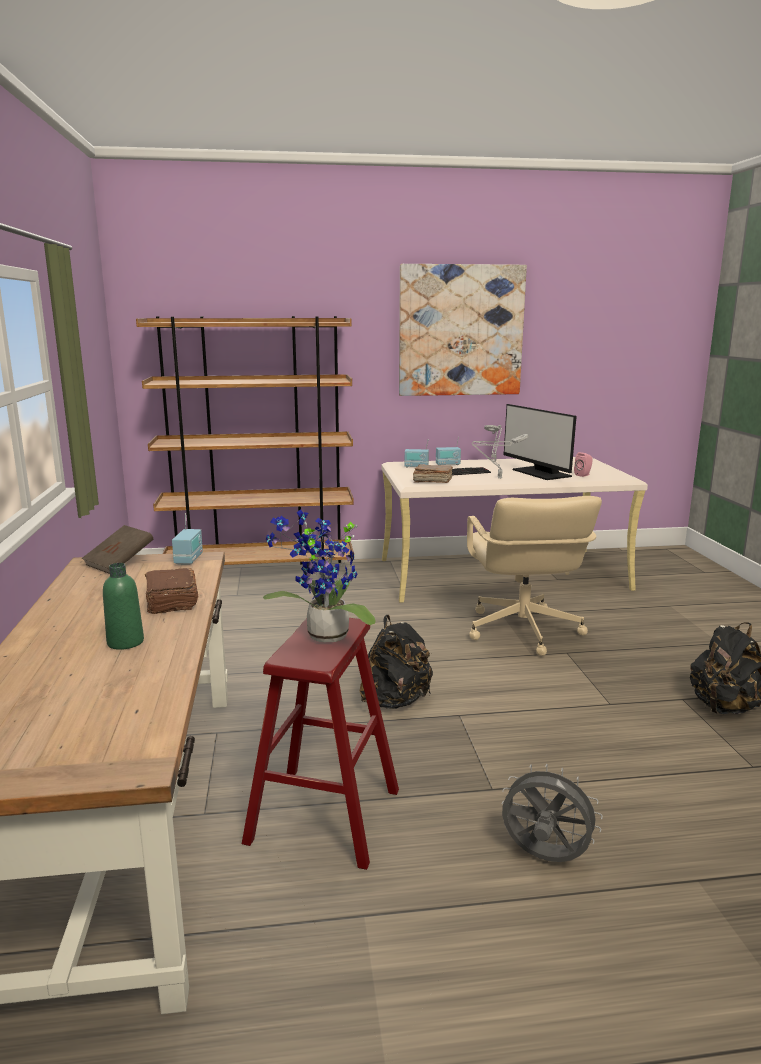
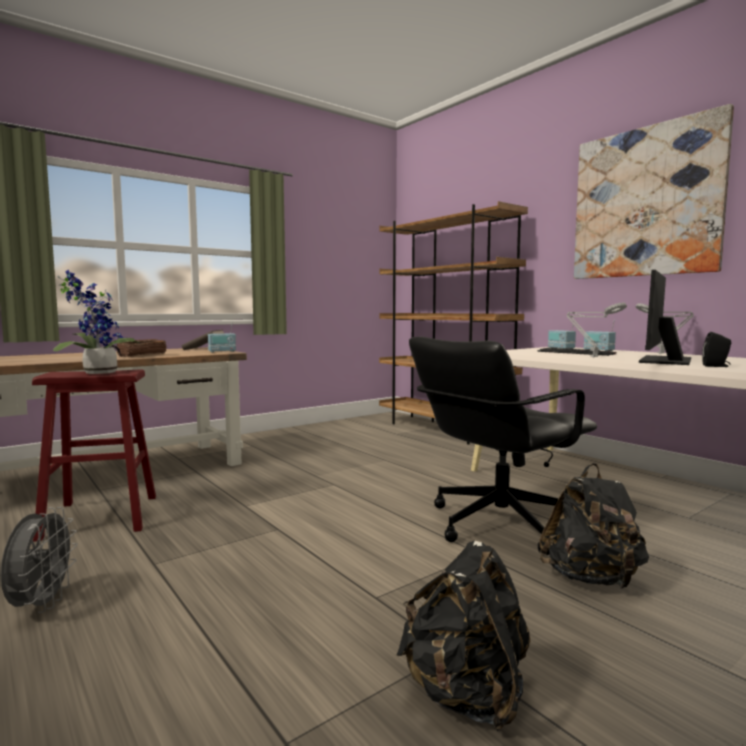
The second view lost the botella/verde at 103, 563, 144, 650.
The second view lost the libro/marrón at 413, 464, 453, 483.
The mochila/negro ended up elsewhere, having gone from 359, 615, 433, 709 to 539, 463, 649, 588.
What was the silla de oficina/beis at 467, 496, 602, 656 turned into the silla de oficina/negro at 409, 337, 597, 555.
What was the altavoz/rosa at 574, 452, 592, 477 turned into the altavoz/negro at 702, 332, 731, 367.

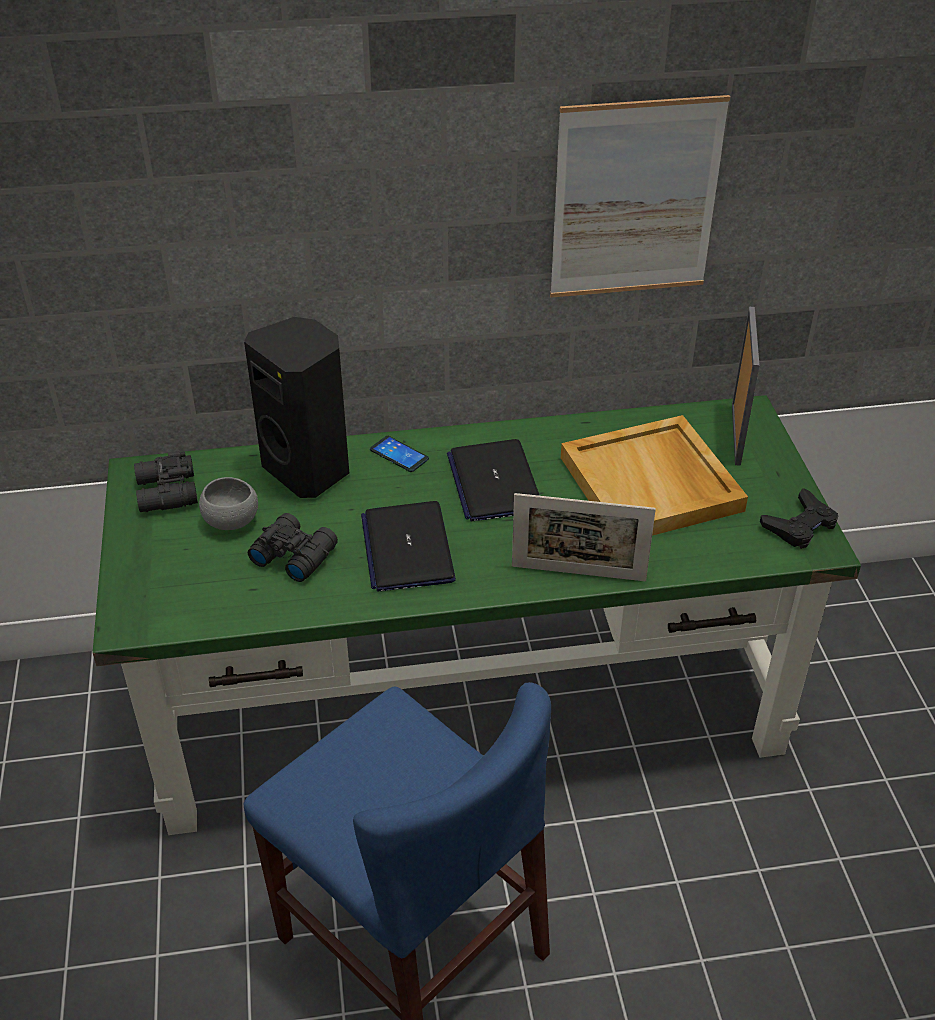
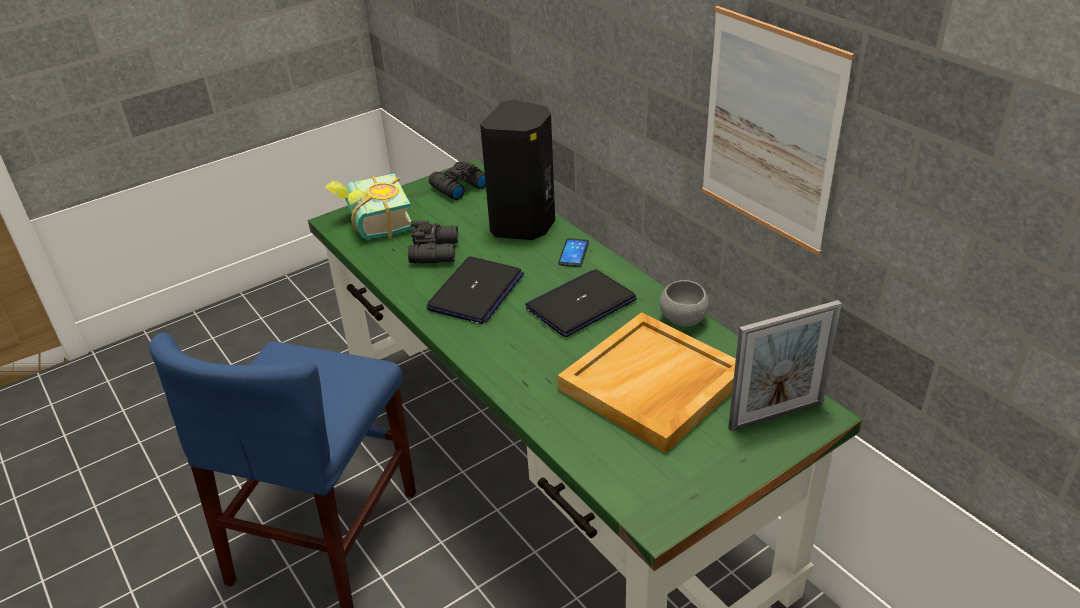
The second view lost the portarretratos at 512, 493, 656, 581.
The second view lost the mando de consola/negro at 760, 488, 839, 549.
The second view gained the libro at 325, 174, 414, 240.
The cuenco/gris ended up elsewhere, having gone from 199, 477, 258, 530 to 659, 280, 709, 326.
The portátil at 361, 501, 456, 591 ended up facing another way, 150 degrees clockwise from before.

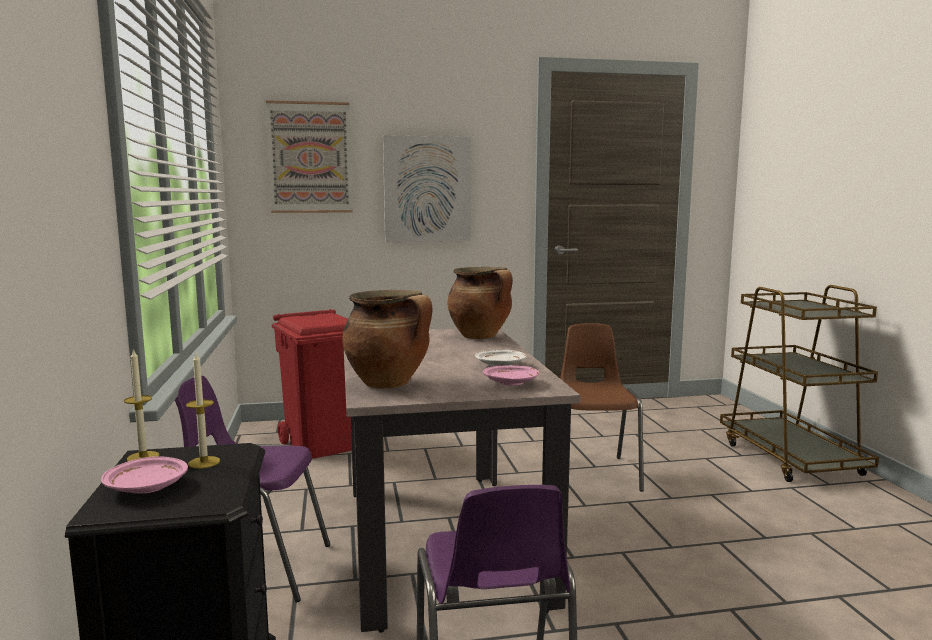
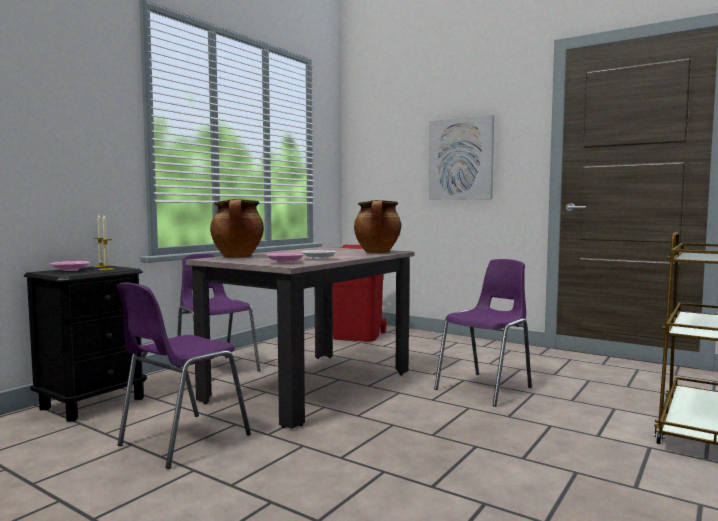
The second view lost the cuadro at 266, 100, 353, 213.
What was the silla/marrón at 560, 323, 644, 492 turned into the silla/morado at 434, 259, 532, 407.

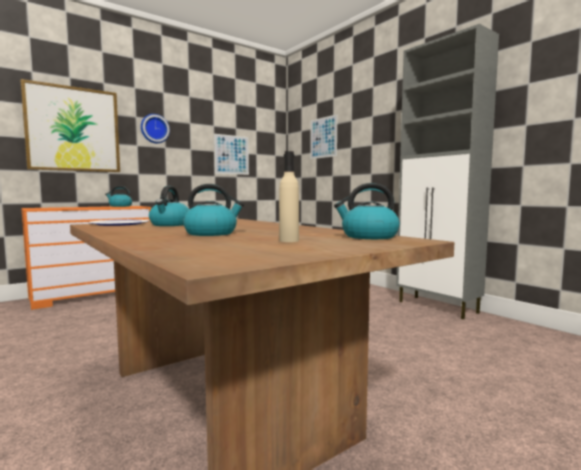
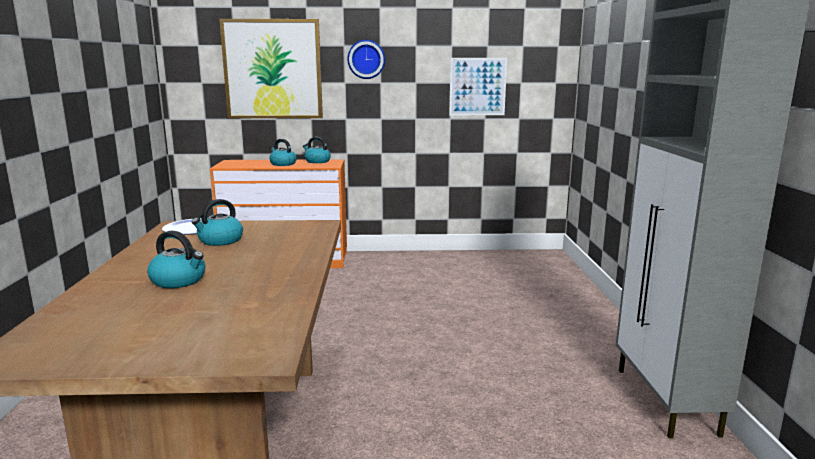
The second view lost the botella/beis at 279, 151, 299, 242.
The second view lost the cuadro at 310, 114, 338, 159.
The hervidor ended up elsewhere, having gone from 334, 183, 400, 239 to 269, 139, 297, 166.

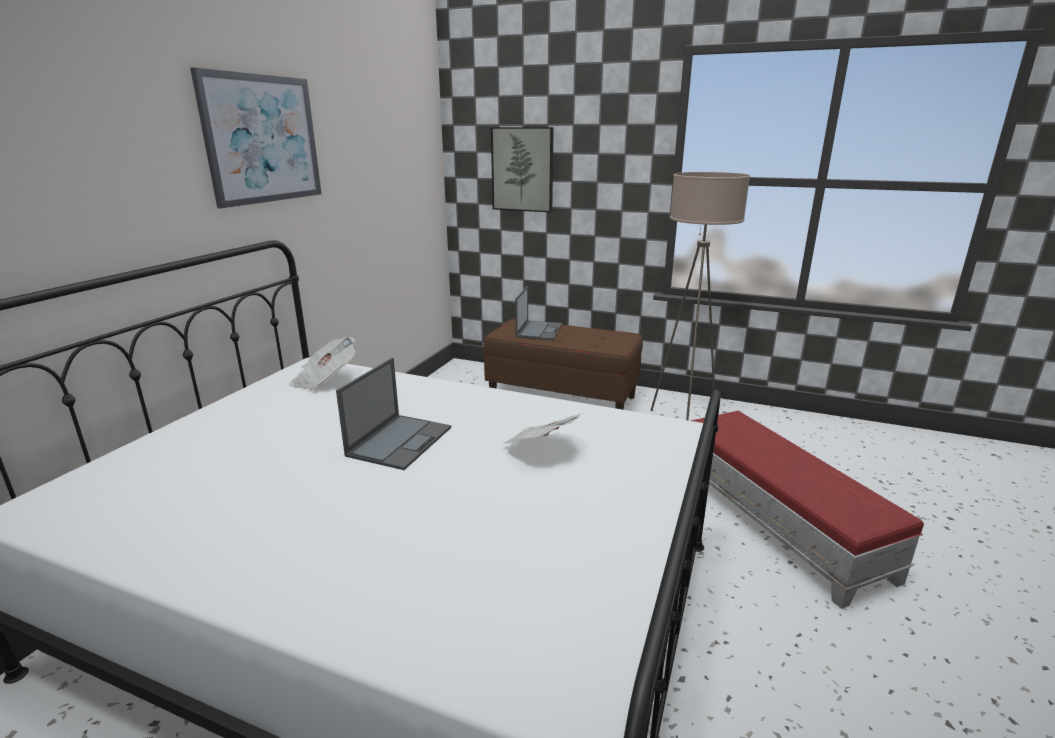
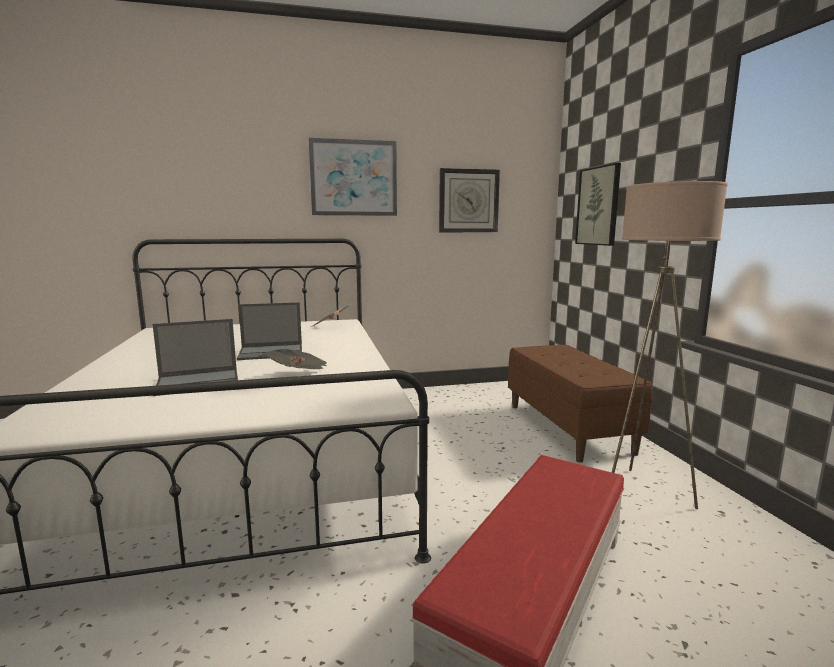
The second view gained the reloj de pared at 439, 168, 500, 232.
The portátil ended up elsewhere, having gone from 515, 286, 562, 340 to 153, 319, 238, 396.

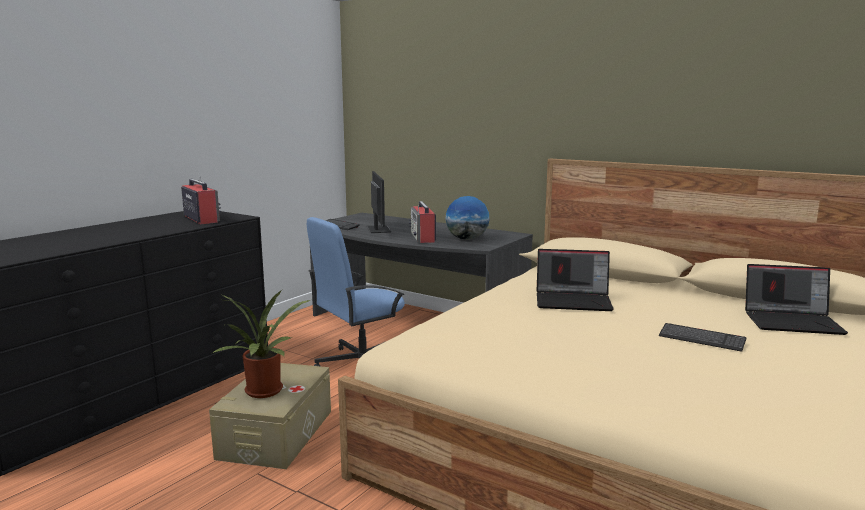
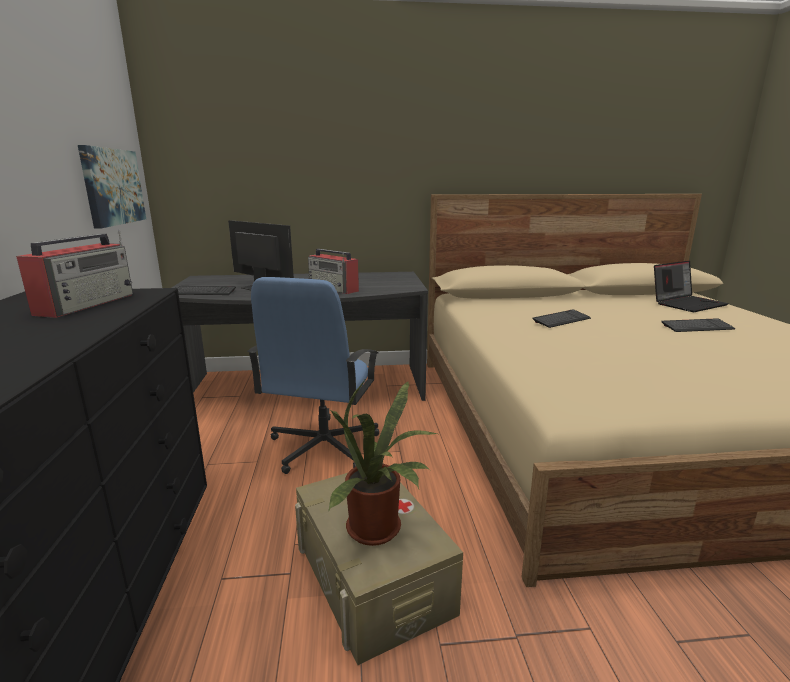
The second view lost the globo terráqueo at 445, 196, 489, 240.
The second view gained the cuadro at 78, 145, 146, 229.
Where the portátil stood at 537, 249, 614, 311, the teclado came to stand at 532, 309, 591, 328.
The radio at 181, 176, 221, 224 ended up facing another way, 90 degrees clockwise from before.

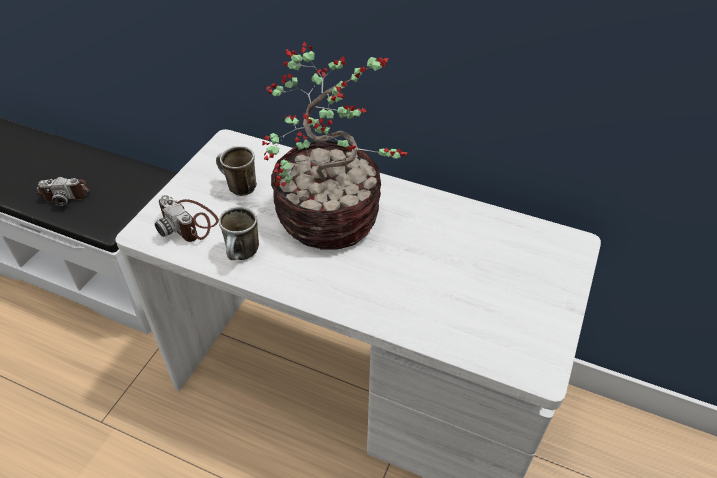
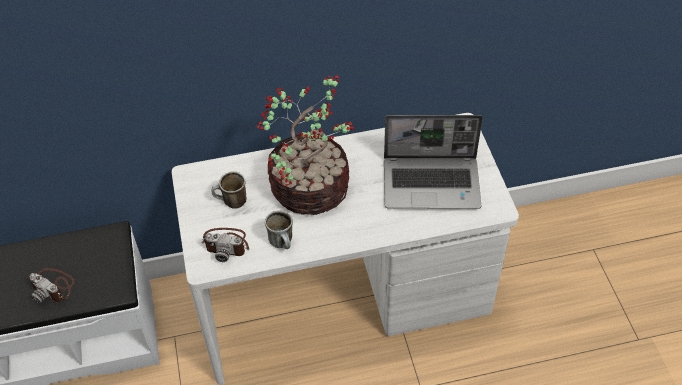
The second view gained the portátil at 384, 115, 483, 209.
The cámara at 37, 177, 90, 206 ended up facing another way, 75 degrees clockwise from before.

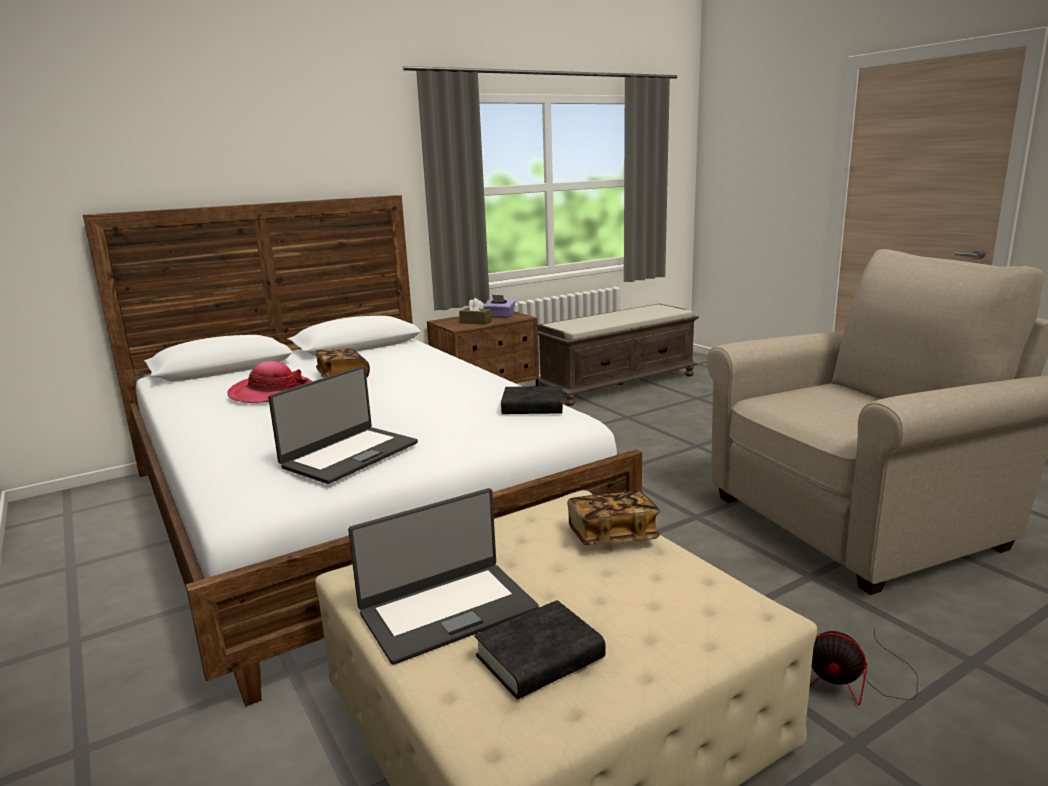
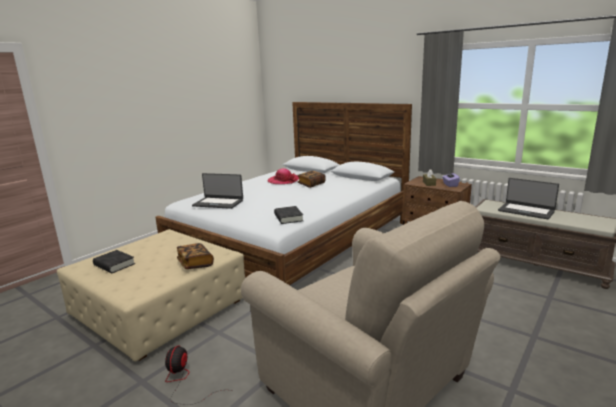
The portátil ended up elsewhere, having gone from 348, 488, 539, 665 to 498, 178, 559, 219.

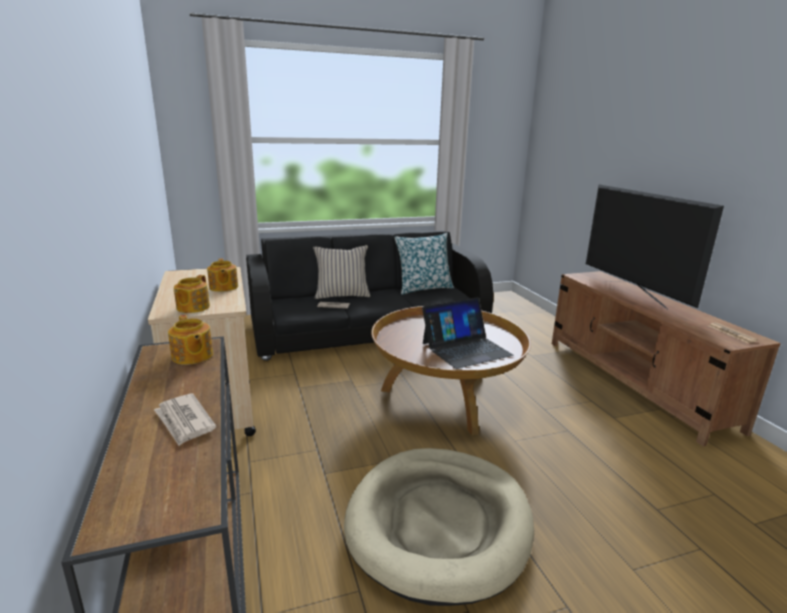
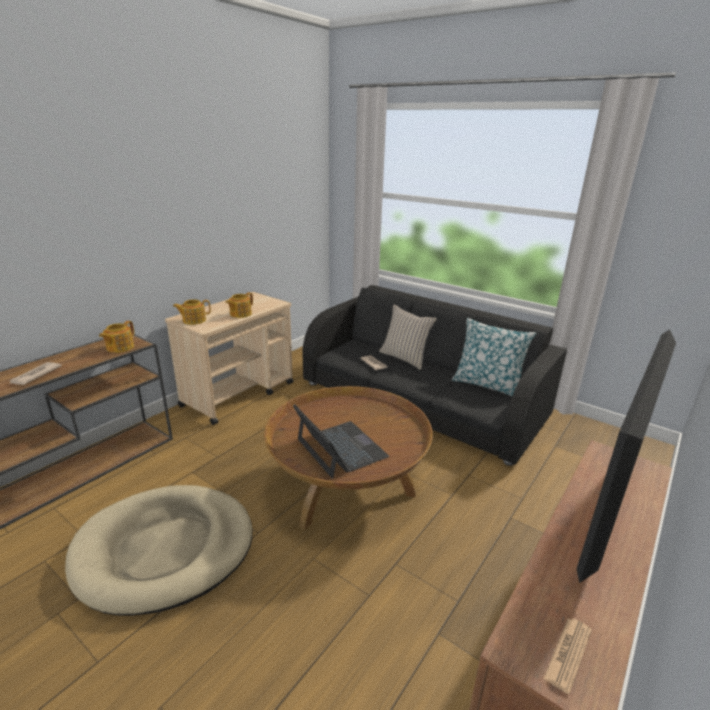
The portátil at 422, 297, 513, 369 ended up facing another way, 150 degrees counterclockwise from before.

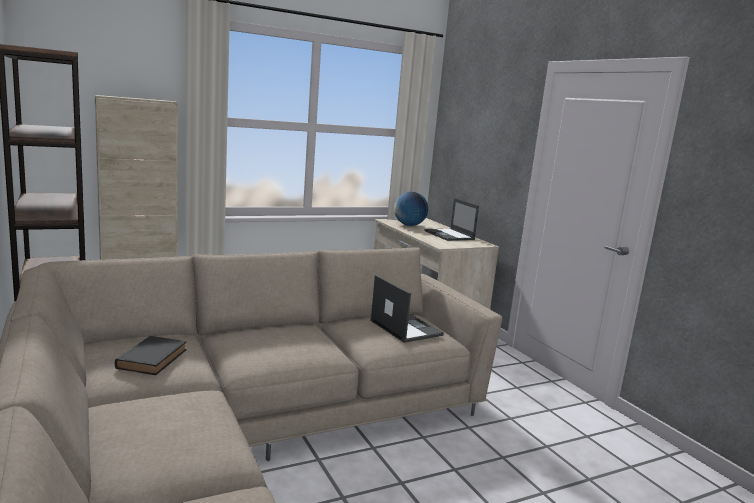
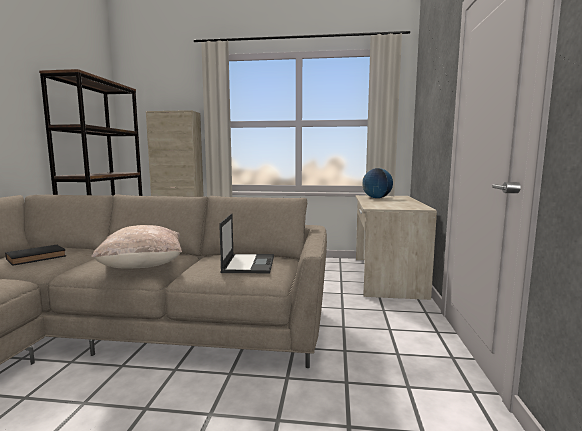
The second view lost the portátil at 425, 198, 479, 241.
The second view gained the cojín/beis at 91, 225, 182, 269.

